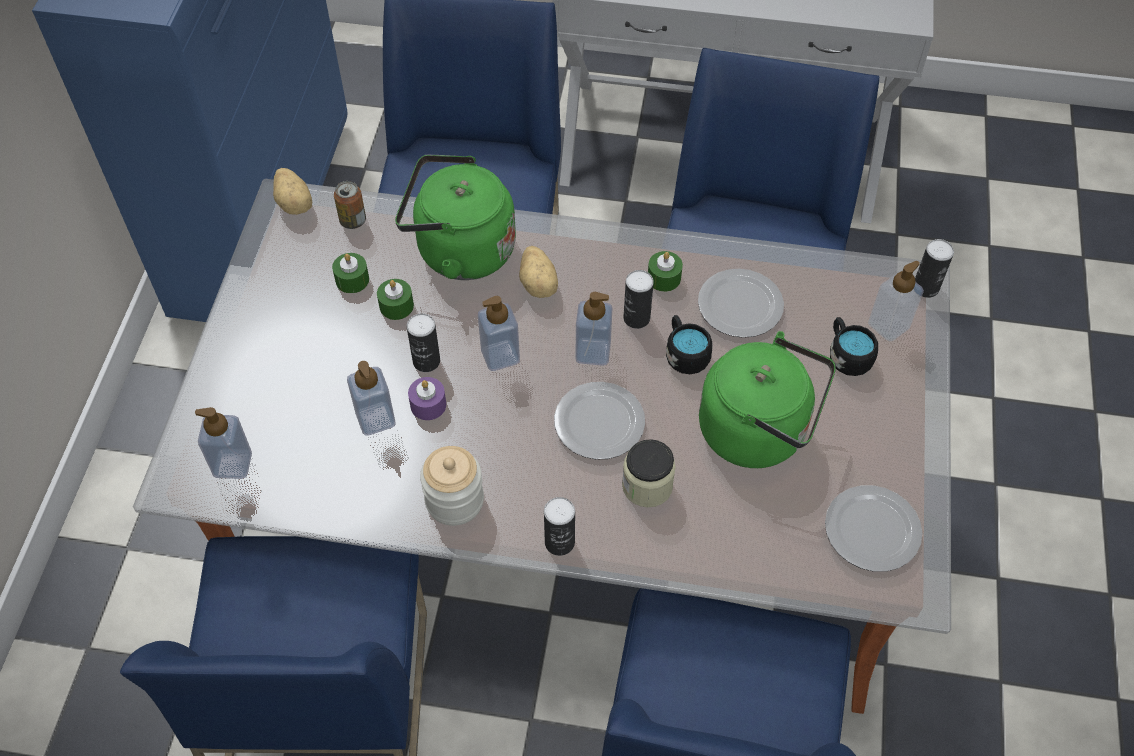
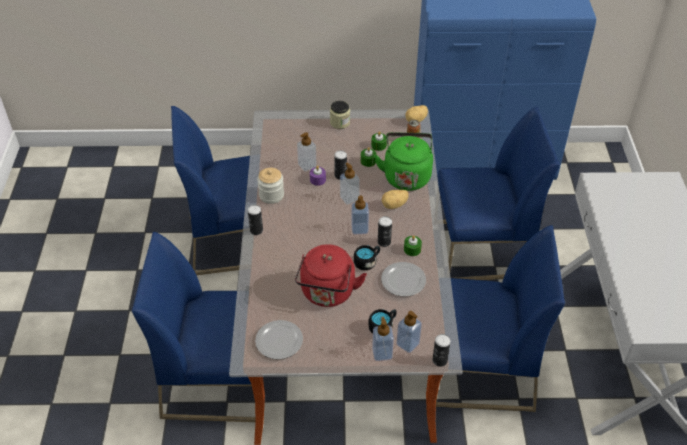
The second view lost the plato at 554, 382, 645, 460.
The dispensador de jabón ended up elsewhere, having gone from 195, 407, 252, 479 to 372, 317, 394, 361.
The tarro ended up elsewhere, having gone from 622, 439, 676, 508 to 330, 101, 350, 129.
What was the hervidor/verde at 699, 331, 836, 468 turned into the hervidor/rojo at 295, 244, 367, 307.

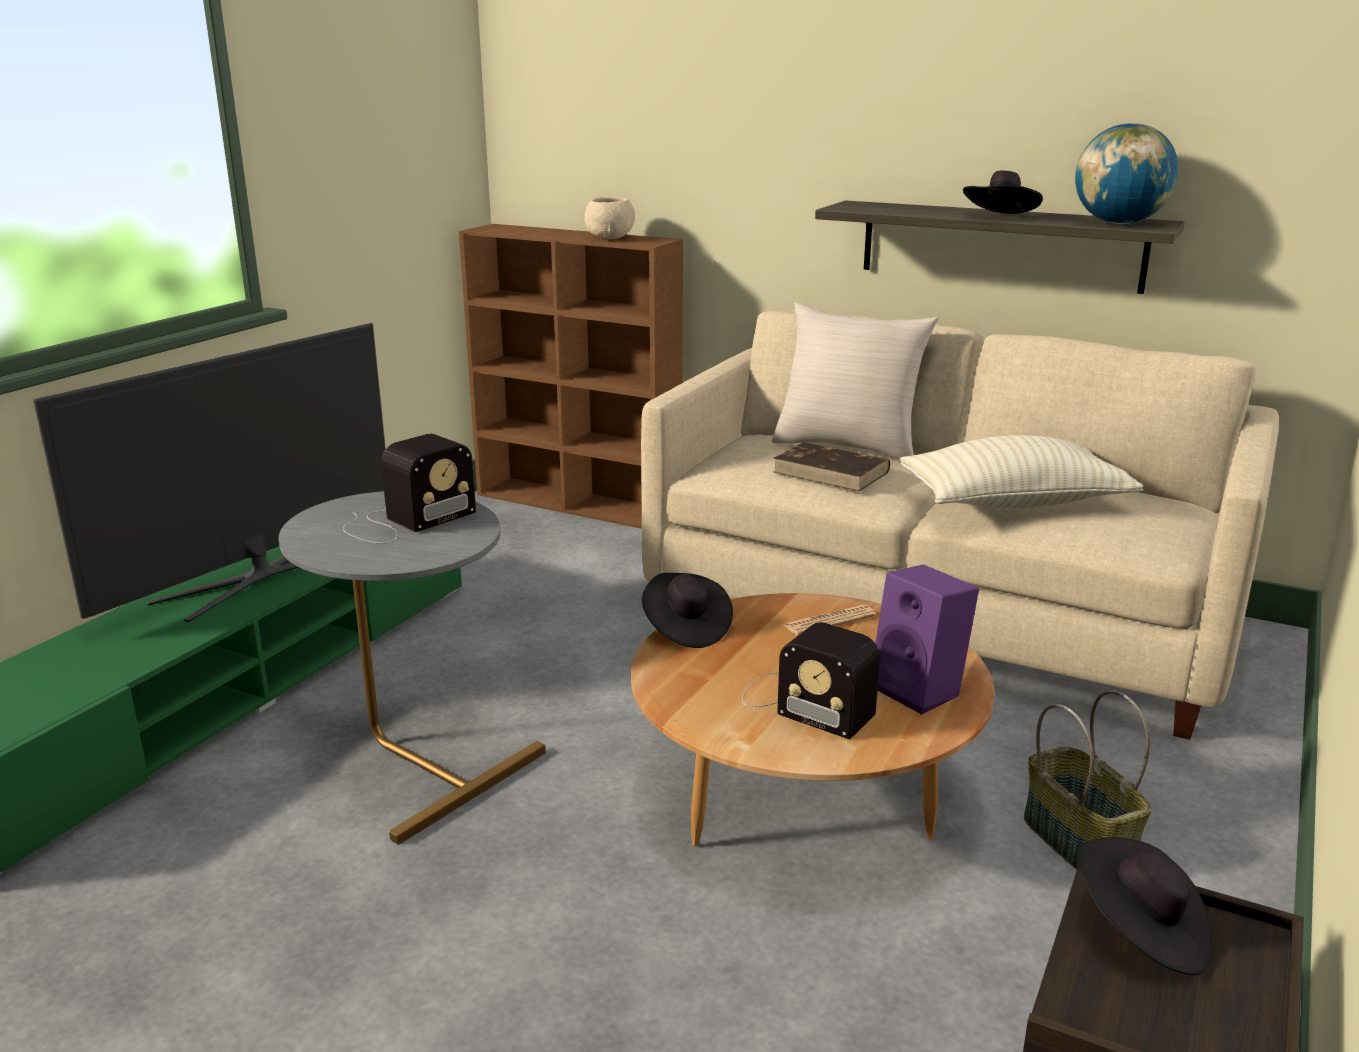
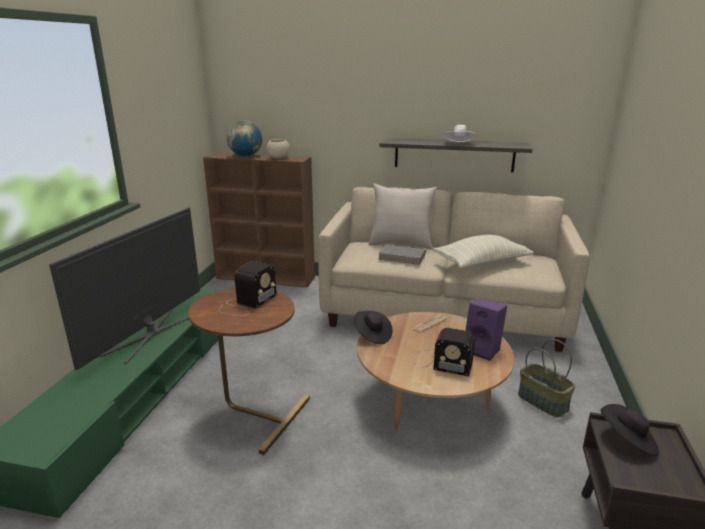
The globo terráqueo ended up elsewhere, having gone from 1075, 123, 1178, 224 to 227, 121, 262, 157.
What was the mesa auxiliar/gris at 279, 491, 545, 845 turned into the mesa auxiliar/marrón at 188, 288, 310, 455.
What was the libro/marrón at 773, 442, 890, 492 turned into the libro/gris at 379, 245, 426, 265.
What was the sombrero/negro at 963, 171, 1043, 214 turned into the sombrero/blanco at 443, 125, 476, 142.

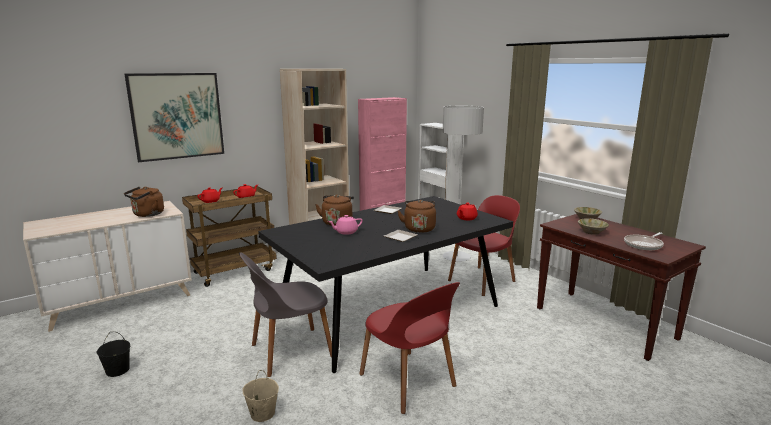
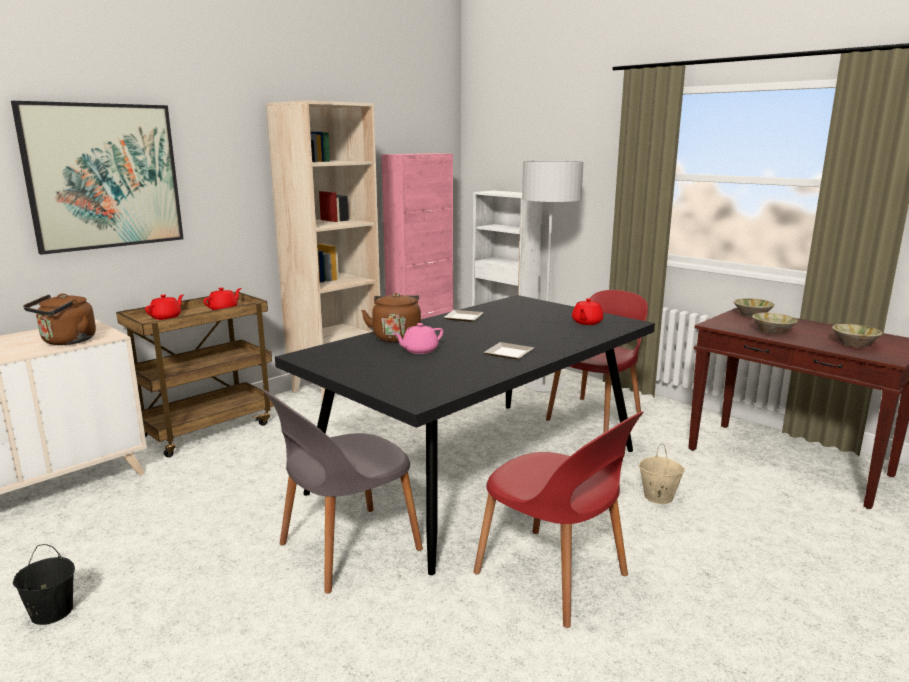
The second view lost the hervidor/marrón at 398, 200, 436, 233.
The cubo/beis ended up elsewhere, having gone from 242, 370, 279, 422 to 639, 444, 685, 504.
Where the sartén stood at 624, 232, 664, 250, the cuenco/beis came to stand at 832, 324, 883, 348.

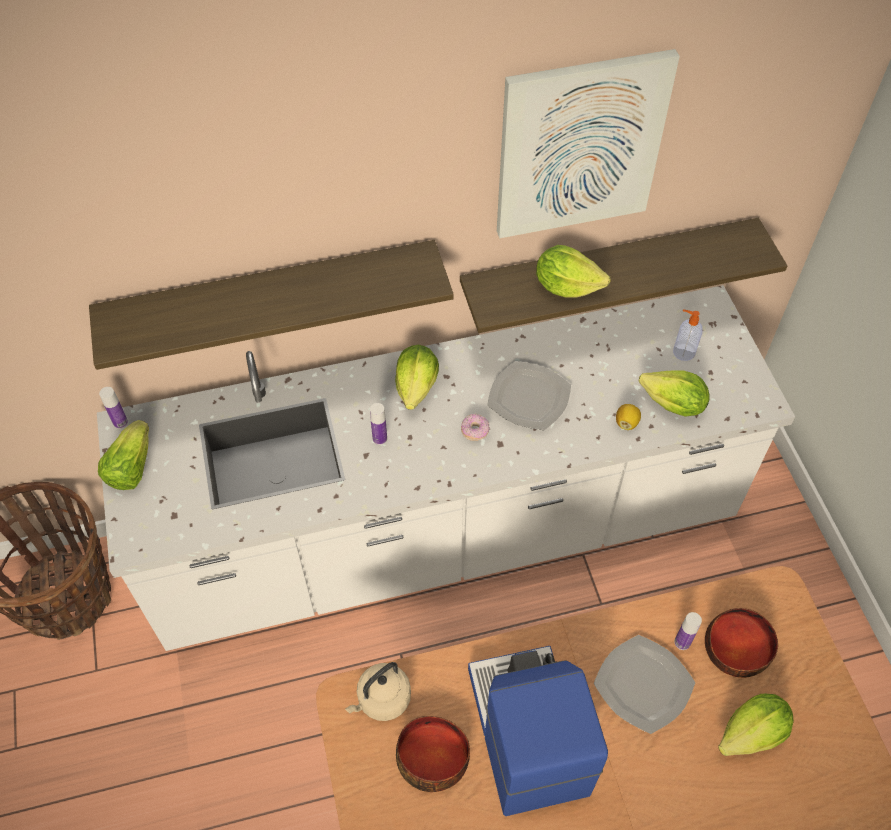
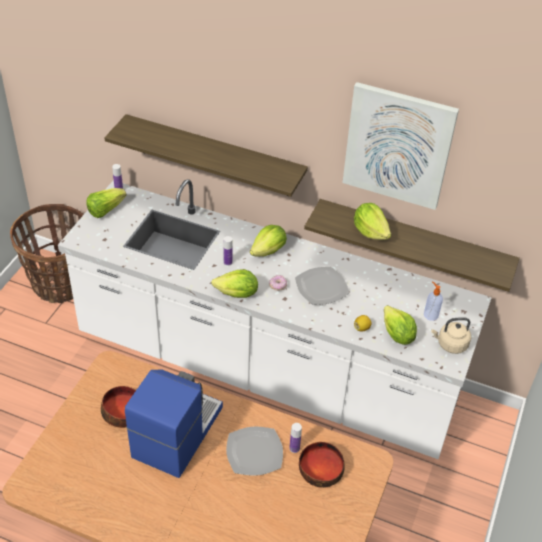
The hervidor/beis ended up elsewhere, having gone from 345, 662, 411, 721 to 431, 317, 471, 354.
The lechuga ended up elsewhere, having gone from 718, 694, 794, 756 to 211, 270, 258, 298.

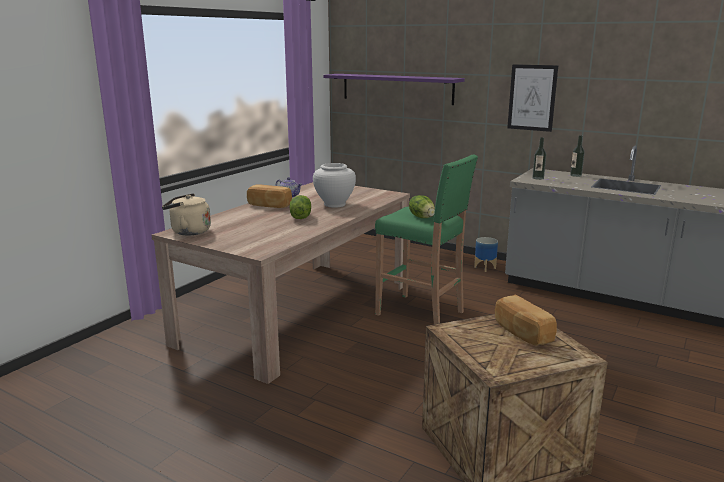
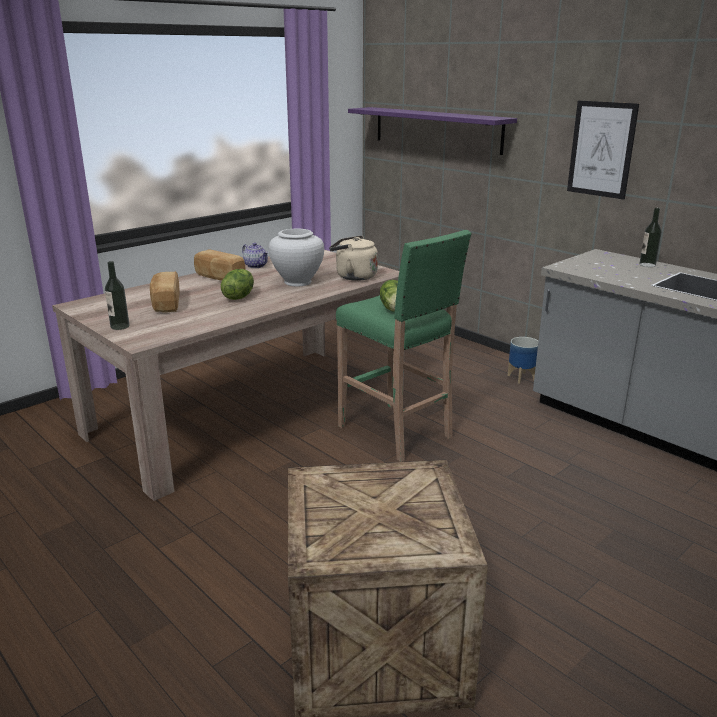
The hervidor/beis ended up elsewhere, having gone from 162, 193, 211, 235 to 329, 235, 378, 281.
The pan ended up elsewhere, having gone from 495, 295, 557, 345 to 150, 271, 180, 313.
The botella ended up elsewhere, having gone from 532, 137, 546, 180 to 105, 261, 129, 330.

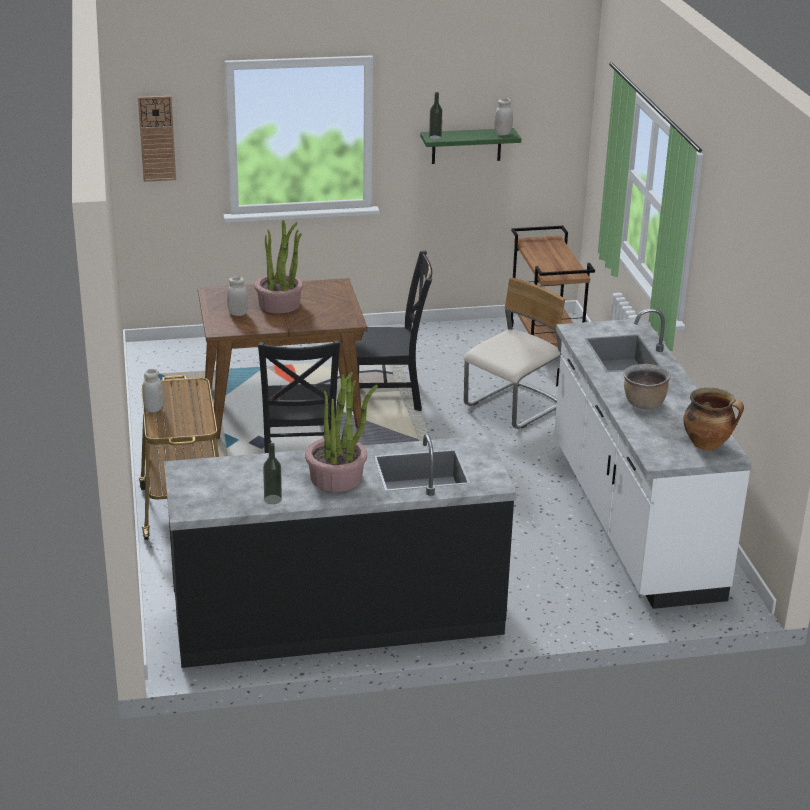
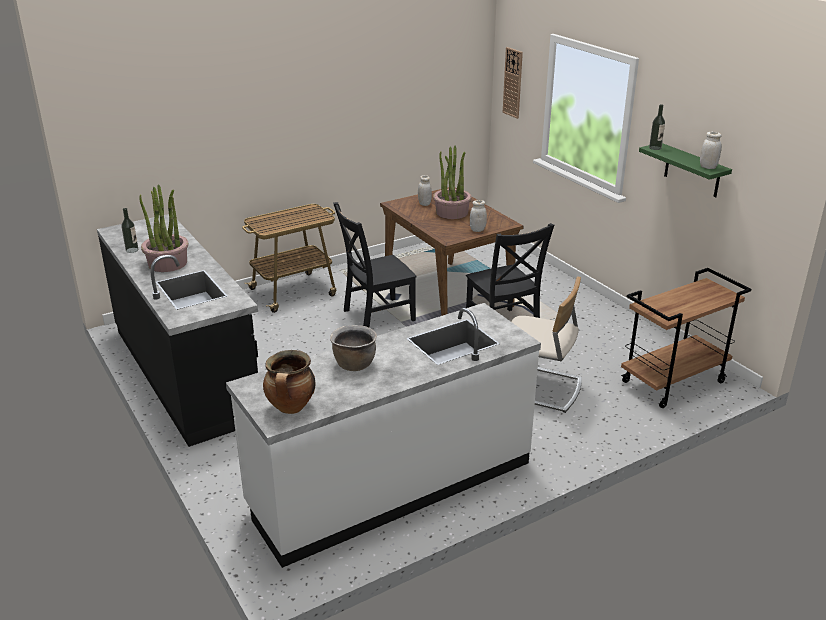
The tarro/blanco ended up elsewhere, having gone from 142, 368, 163, 413 to 470, 200, 487, 232.

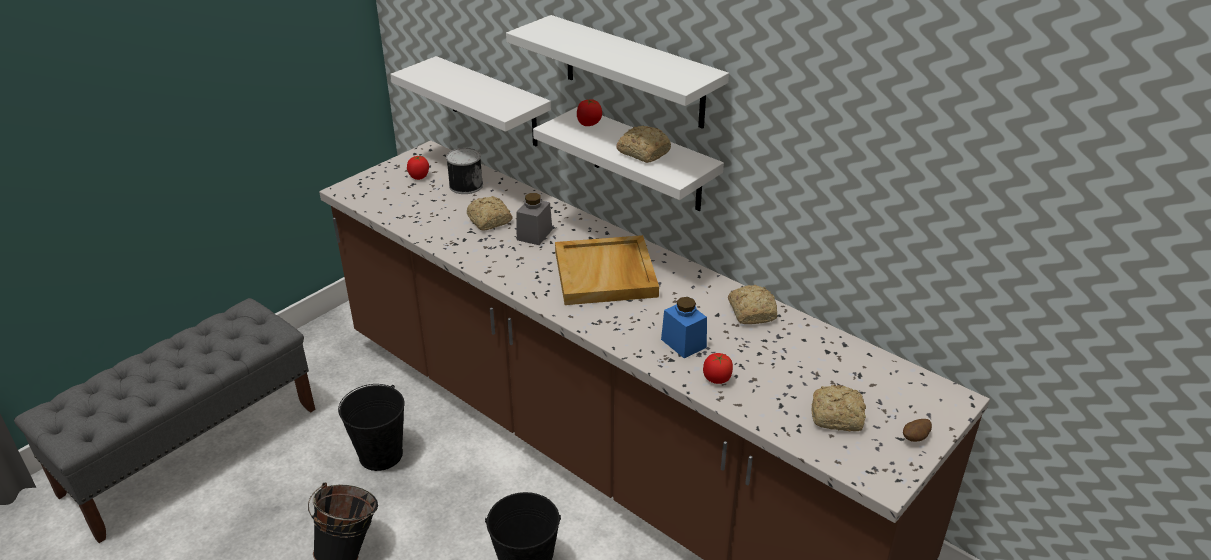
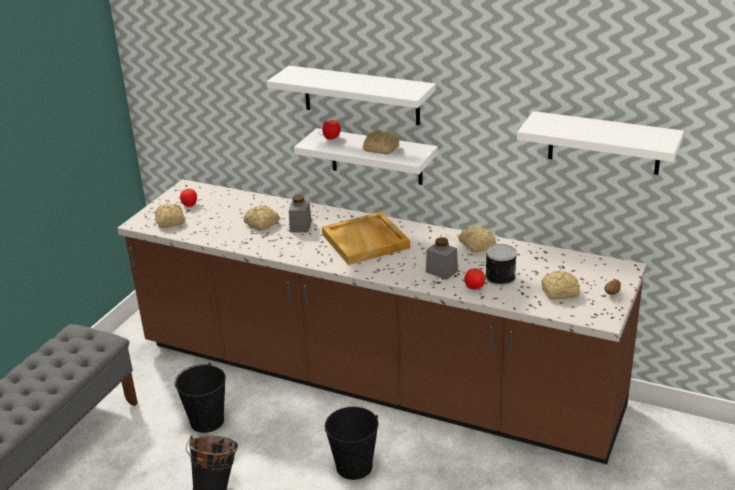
The second view gained the pan at 155, 204, 185, 228.
The estante/blanco ended up elsewhere, having gone from 390, 56, 551, 146 to 517, 111, 684, 175.
The lata ended up elsewhere, having gone from 446, 148, 483, 194 to 485, 244, 517, 286.
What was the tarro/azul at 661, 297, 707, 358 turned into the tarro/gris at 426, 237, 458, 280.

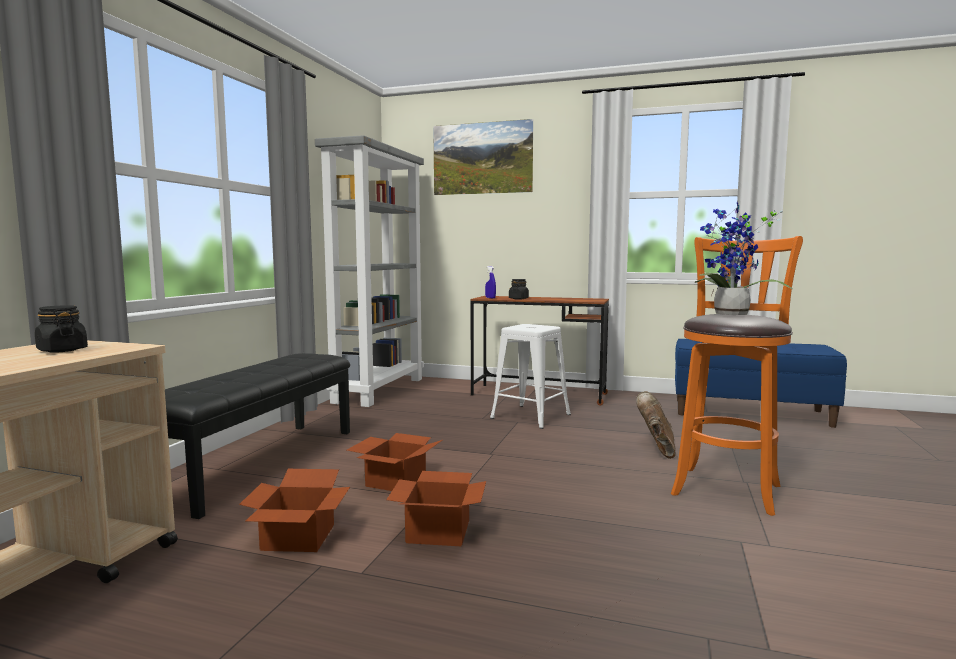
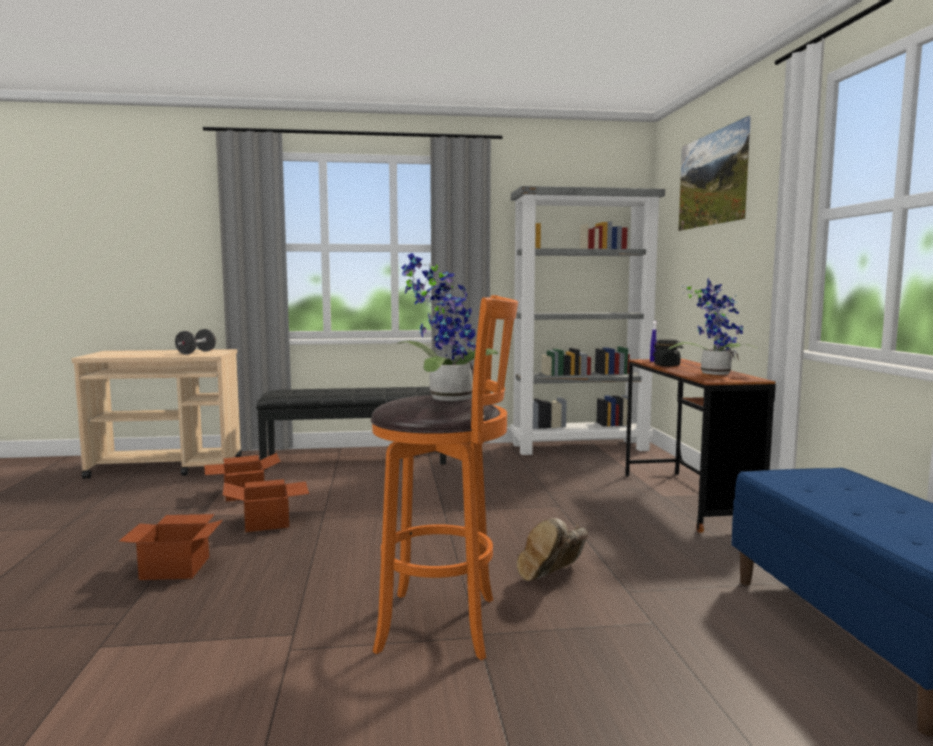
The second view lost the taburete/blanco at 490, 324, 571, 429.
The second view gained the planta en maceta at 669, 278, 760, 375.
The caja de cartón ended up elsewhere, having gone from 347, 433, 443, 491 to 119, 514, 223, 580.
Where the tarro/negro stood at 35, 305, 88, 352, the mancuerna/negro came to stand at 175, 329, 216, 354.
The bota/marrón at 636, 391, 676, 459 ended up facing another way, 150 degrees clockwise from before.

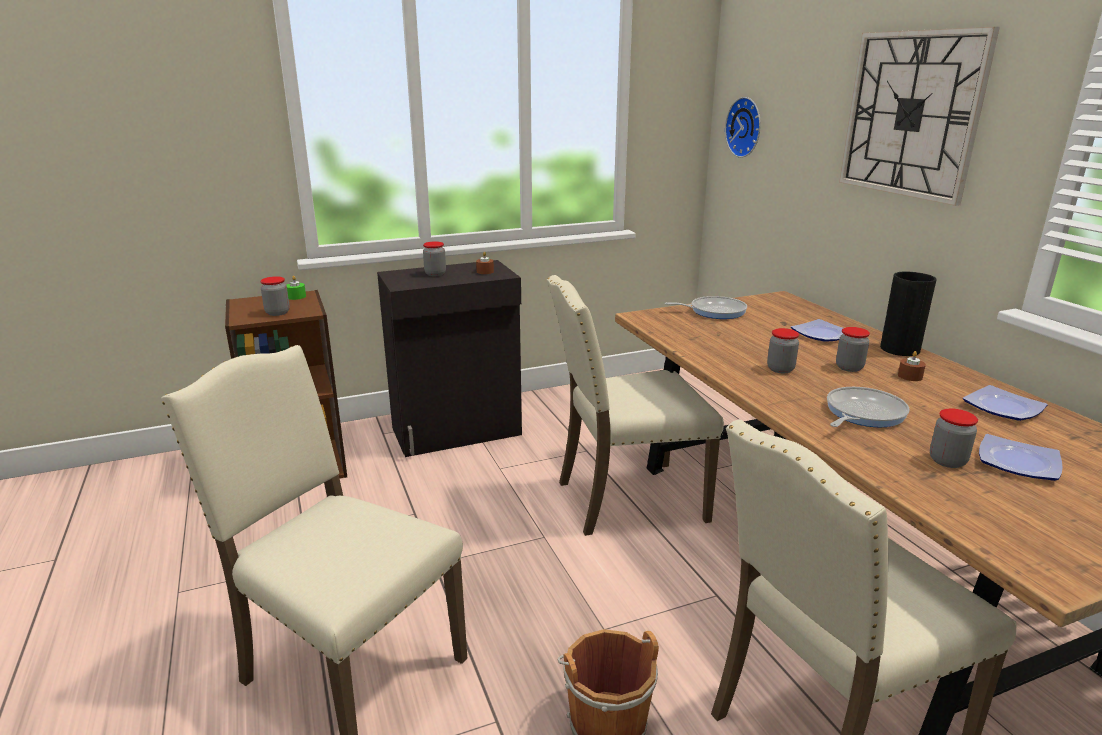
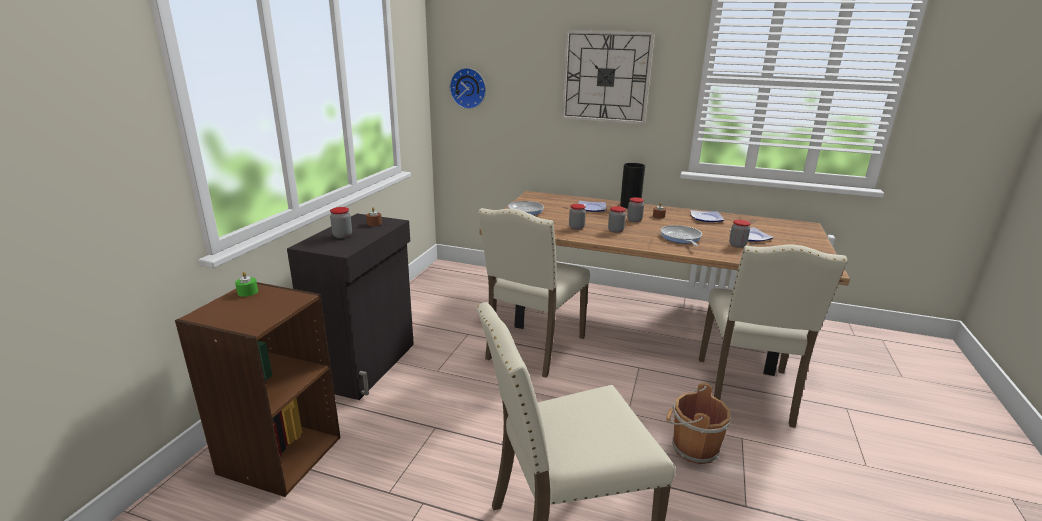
The tarro ended up elsewhere, having gone from 260, 276, 290, 316 to 569, 204, 586, 230.

